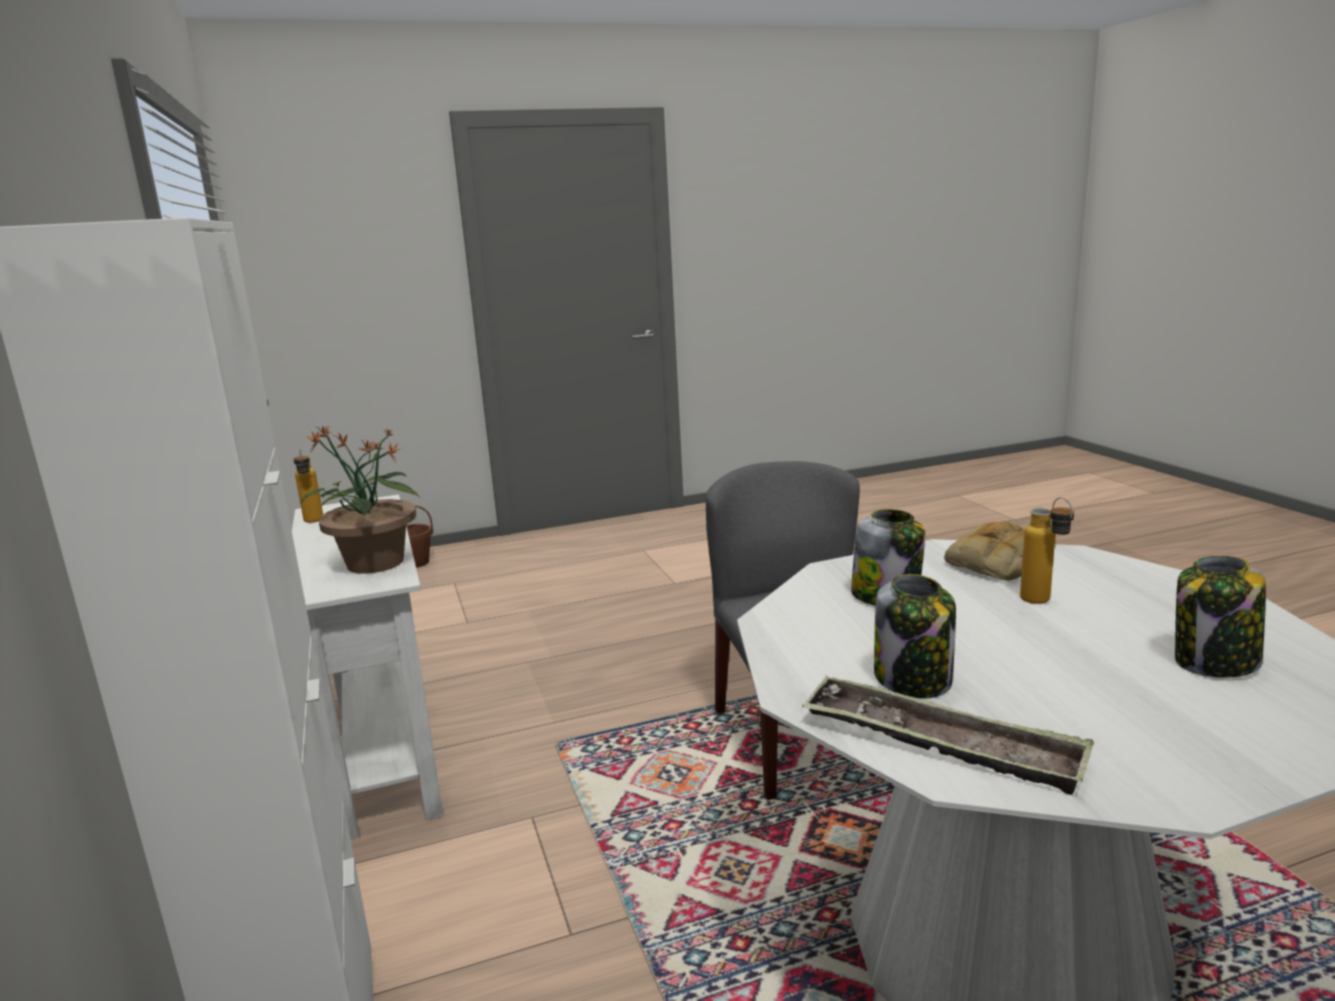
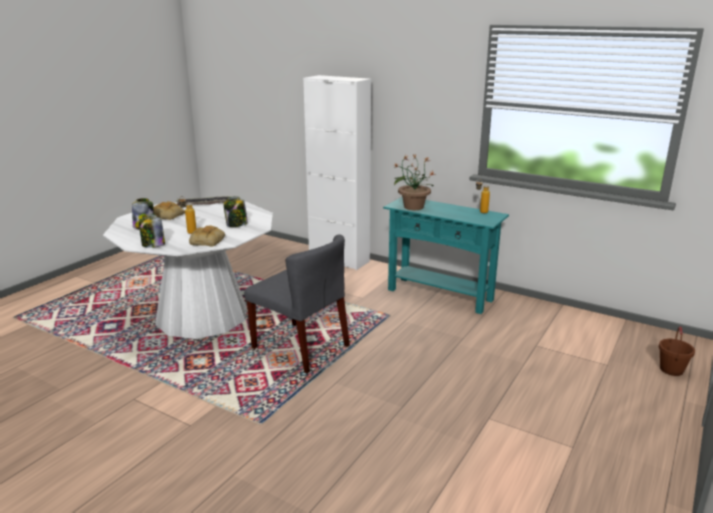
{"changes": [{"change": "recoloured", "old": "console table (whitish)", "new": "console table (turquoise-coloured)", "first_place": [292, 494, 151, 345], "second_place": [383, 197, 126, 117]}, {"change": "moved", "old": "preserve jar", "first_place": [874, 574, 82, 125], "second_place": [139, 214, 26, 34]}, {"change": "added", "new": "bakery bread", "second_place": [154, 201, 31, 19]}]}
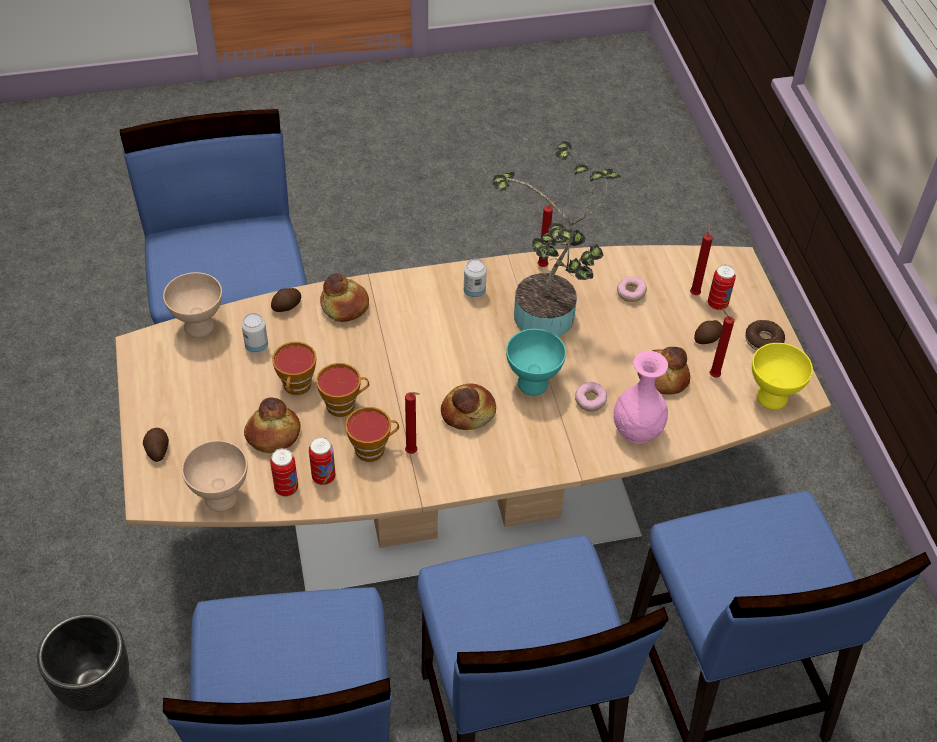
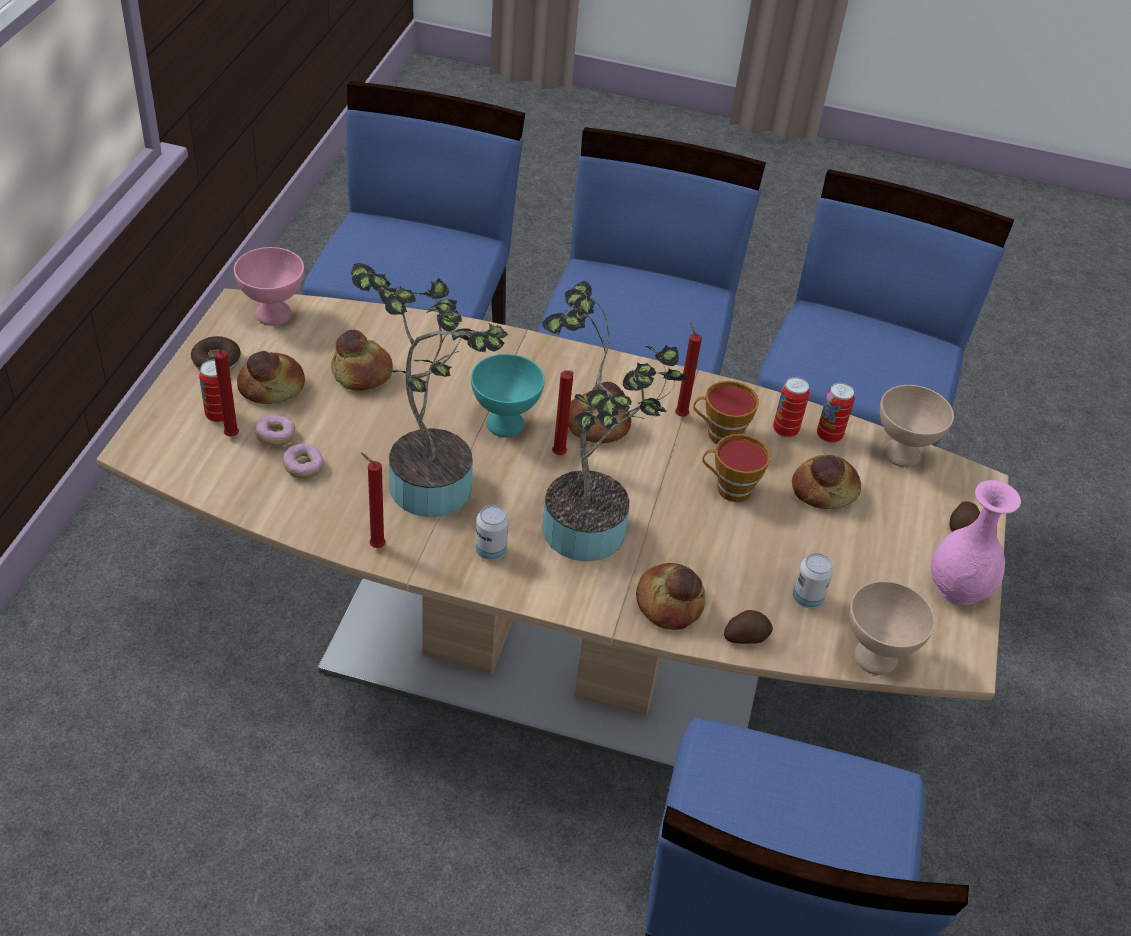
{"changes": [{"change": "moved", "old": "wax light (reddish)", "first_place": [710, 308, 24, 69], "second_place": [552, 370, 22, 85]}, {"change": "replaced", "old": "spud", "new": "bakery bread", "first_place": [694, 320, 28, 24], "second_place": [237, 351, 68, 53]}, {"change": "removed", "old": "cup", "first_place": [272, 342, 45, 53]}, {"change": "recoloured", "old": "serving bowl (yellowish)", "new": "serving bowl (pinkish)", "first_place": [752, 343, 61, 67], "second_place": [234, 247, 70, 79]}, {"change": "moved", "old": "vase (pinkish)", "first_place": [613, 351, 55, 93], "second_place": [931, 480, 90, 126]}, {"change": "moved", "old": "donut", "first_place": [575, 382, 32, 30], "second_place": [255, 415, 40, 31]}, {"change": "removed", "old": "flower pot (black)", "first_place": [37, 613, 92, 98]}, {"change": "added", "new": "houseplant", "second_place": [542, 281, 145, 281]}]}
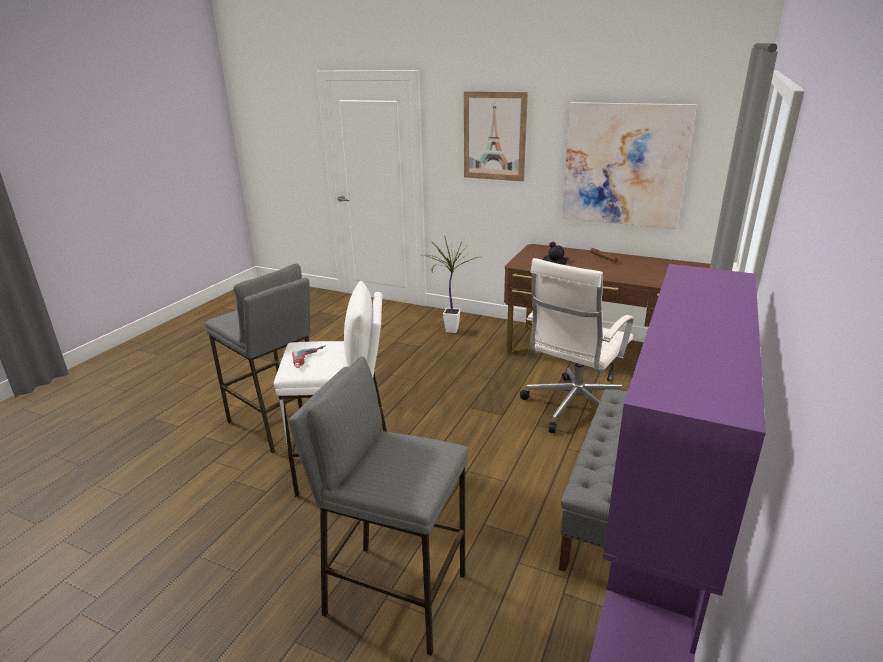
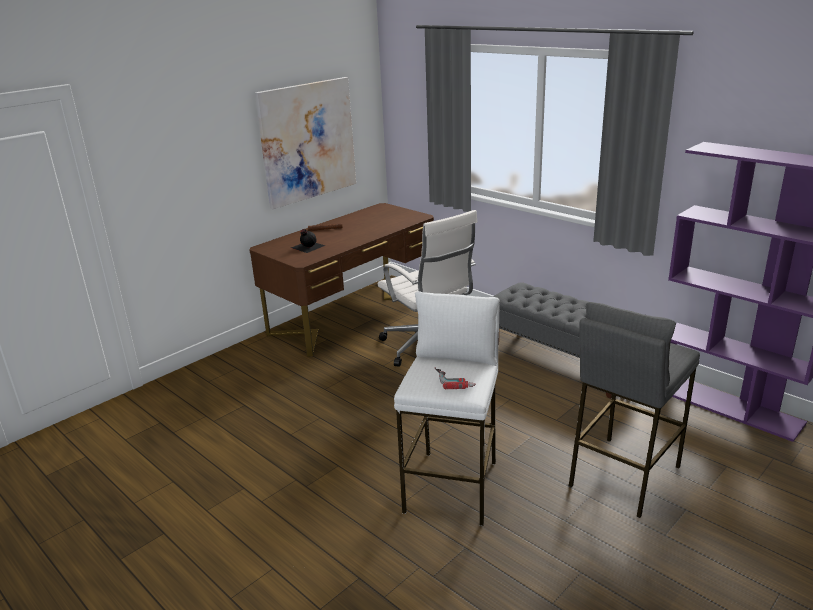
{"changes": [{"change": "removed", "old": "wall art", "first_place": [464, 91, 64, 91]}, {"change": "removed", "old": "houseplant", "first_place": [422, 235, 63, 98]}, {"change": "removed", "old": "stool seat (greyish)", "first_place": [205, 264, 105, 190]}]}
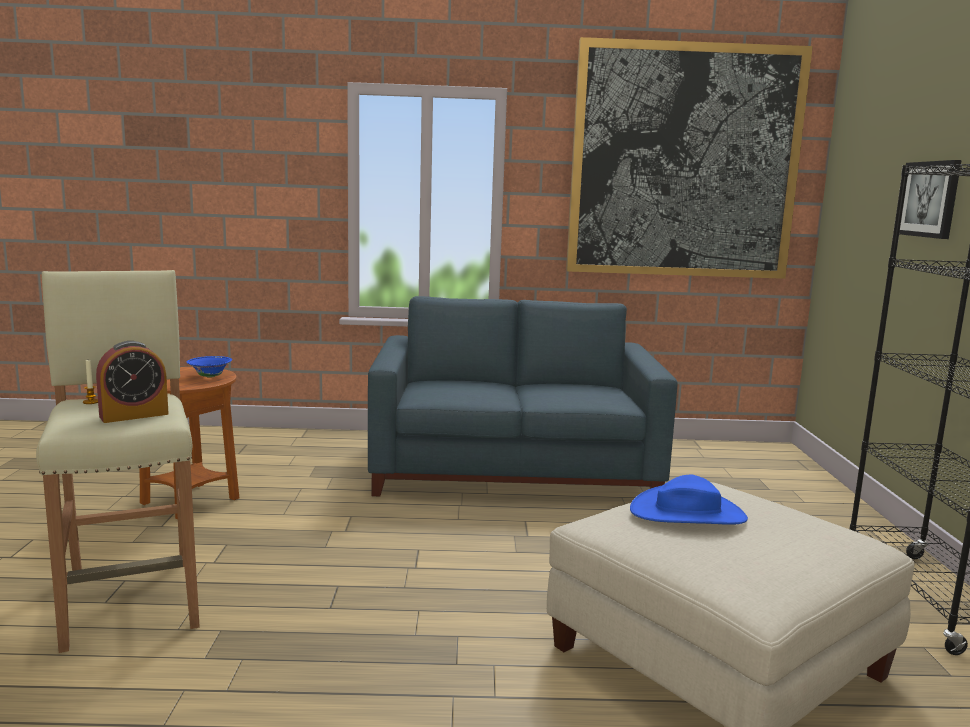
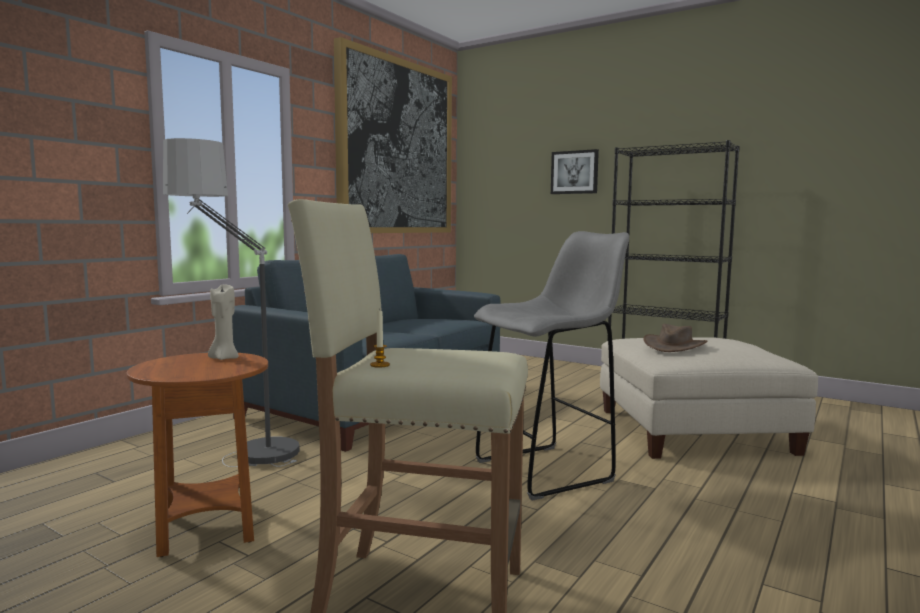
{"changes": [{"change": "removed", "old": "table clock", "first_place": [96, 341, 73, 82]}, {"change": "replaced", "old": "serving bowl (bluish)", "new": "wax light (beige)", "first_place": [187, 356, 45, 22], "second_place": [208, 285, 31, 75]}, {"change": "recoloured", "old": "hat (bluish)", "new": "hat (brown)", "first_place": [630, 475, 118, 49], "second_place": [643, 324, 65, 28]}, {"change": "added", "new": "standing lamp", "second_place": [163, 138, 137, 329]}, {"change": "added", "new": "stool seat (greyish)", "second_place": [474, 231, 155, 270]}]}
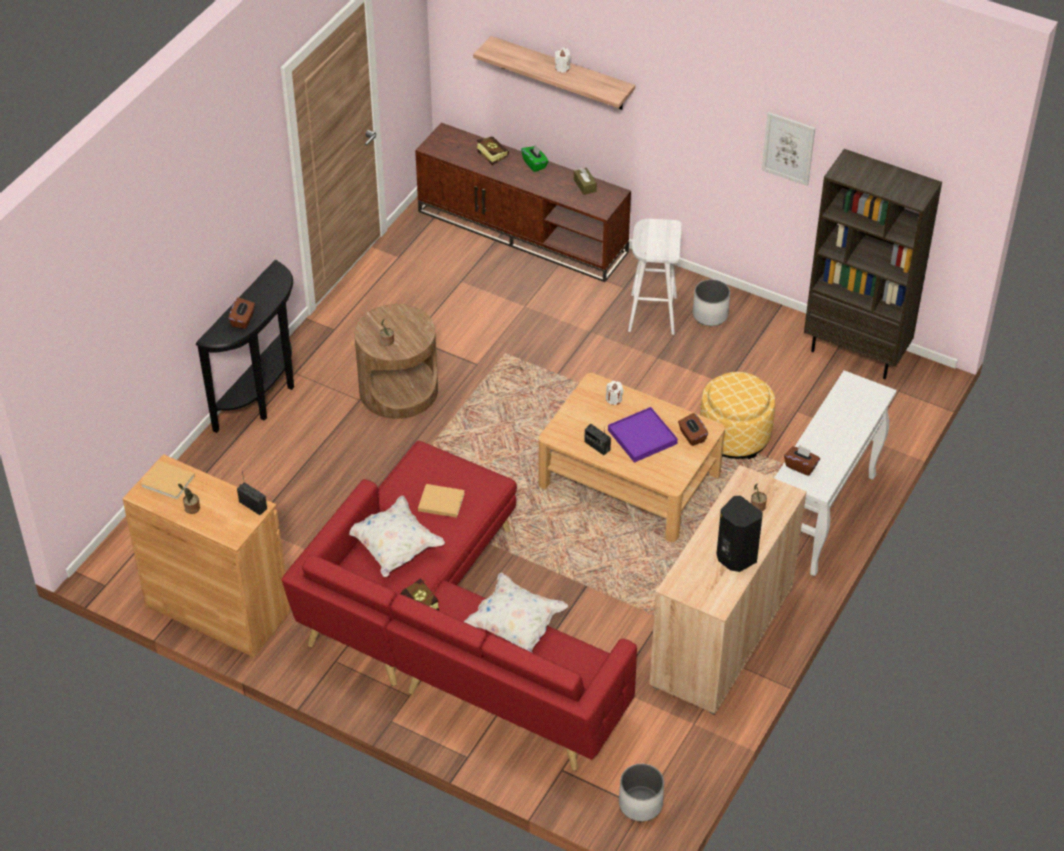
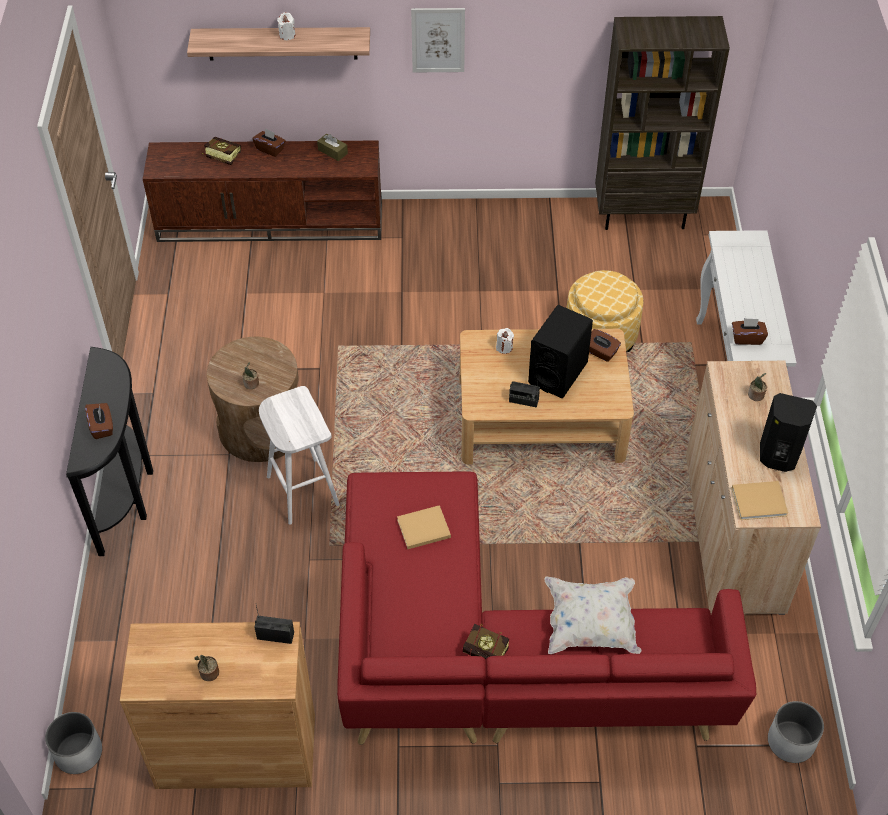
{"changes": [{"change": "moved", "old": "wall art", "first_place": [762, 112, 53, 74], "second_place": [411, 8, 54, 64]}, {"change": "recoloured", "old": "tissue box (green)", "new": "tissue box (brown)", "first_place": [521, 145, 27, 27], "second_place": [253, 128, 33, 29]}, {"change": "moved", "old": "stool seat (whitish)", "first_place": [628, 219, 54, 116], "second_place": [259, 386, 81, 139]}, {"change": "moved", "old": "flower pot (whitish)", "first_place": [693, 279, 37, 47], "second_place": [45, 712, 57, 62]}, {"change": "replaced", "old": "serving tray (purplish)", "new": "audio speaker (black)", "first_place": [608, 407, 70, 56], "second_place": [528, 305, 65, 93]}, {"change": "moved", "old": "bound book (beige)", "first_place": [141, 460, 54, 40], "second_place": [732, 481, 56, 39]}, {"change": "removed", "old": "pillow (whitish)", "first_place": [349, 496, 96, 81]}]}
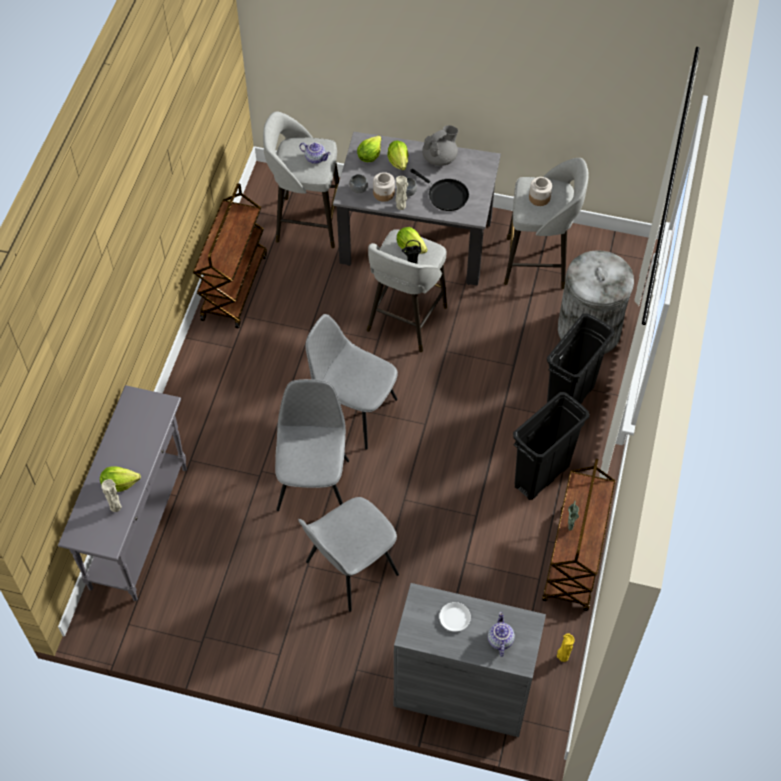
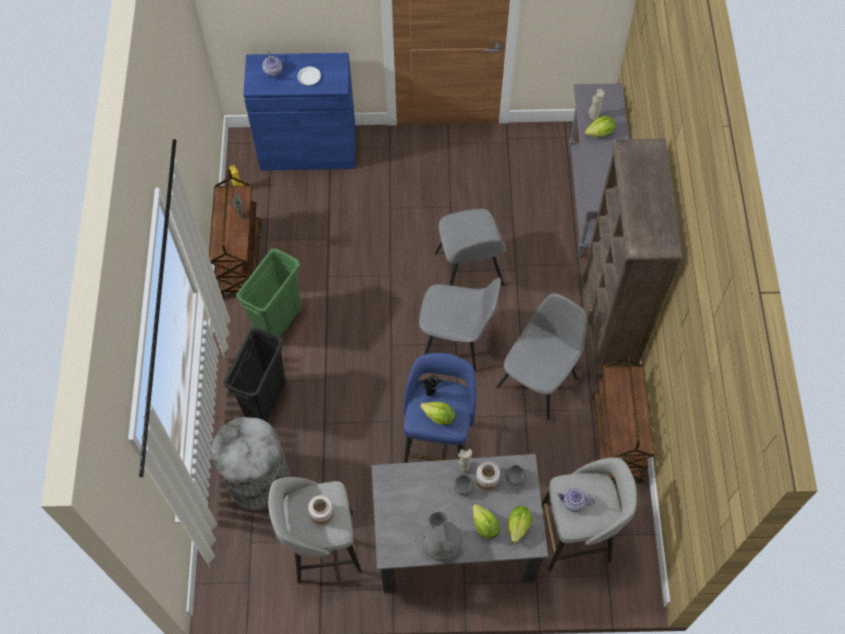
{"changes": [{"change": "turned", "old": "teapot (greyish)", "first_place": [422, 125, 36, 41], "second_place": [422, 512, 40, 49], "degrees": 135}, {"change": "removed", "old": "skillet (black)", "first_place": [410, 169, 59, 42]}, {"change": "recoloured", "old": "stool seat (greyish)", "new": "stool seat (bluish)", "first_place": [367, 229, 80, 123], "second_place": [403, 353, 74, 110]}, {"change": "recoloured", "old": "waste bin (black)", "new": "waste bin (green)", "first_place": [513, 392, 76, 108], "second_place": [236, 248, 65, 88]}, {"change": "moved", "old": "upright chair (greyish)", "first_place": [298, 497, 101, 115], "second_place": [497, 293, 90, 127]}, {"change": "recoloured", "old": "cupboard (greyish)", "new": "cupboard (bluish)", "first_place": [394, 583, 152, 154], "second_place": [243, 53, 113, 118]}, {"change": "added", "new": "bookcase (brown)", "second_place": [581, 139, 101, 241]}]}
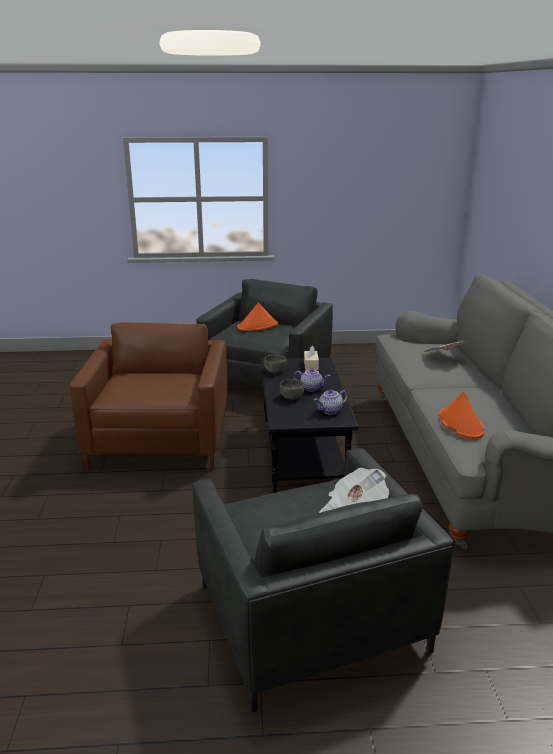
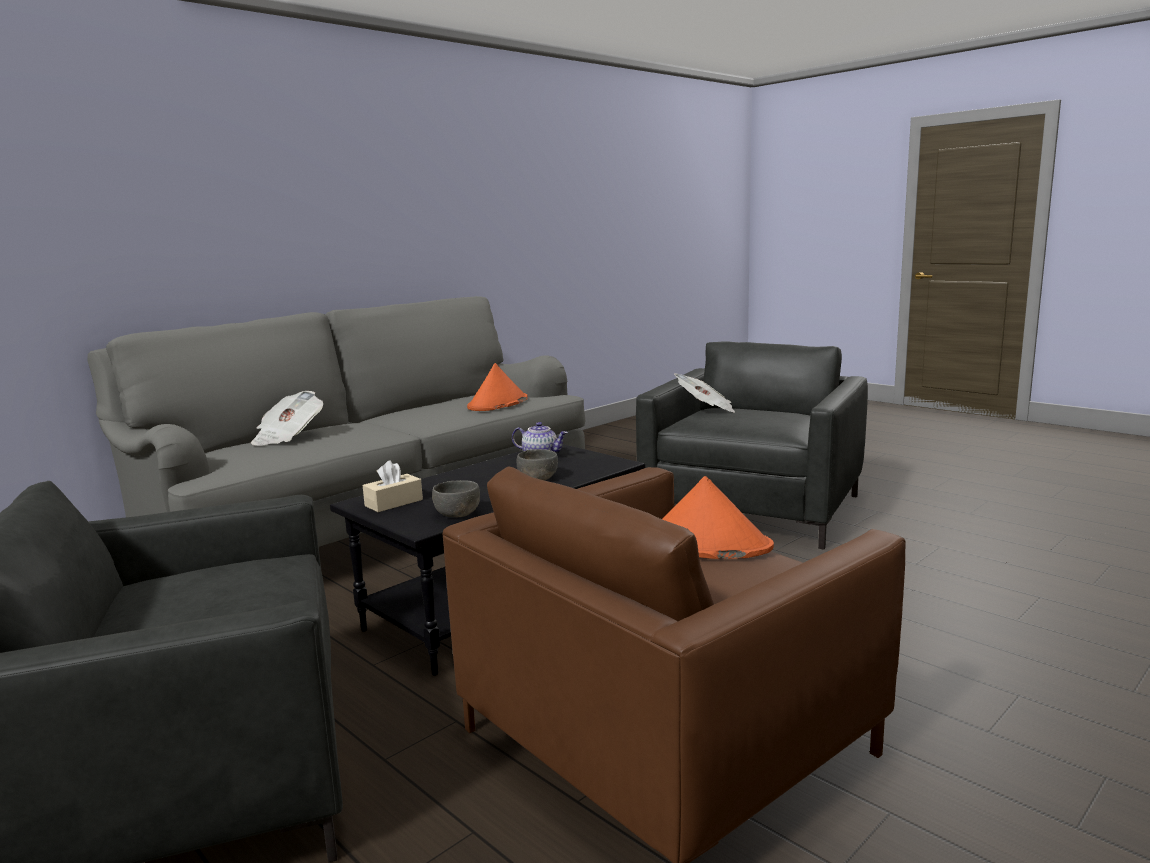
{"changes": [{"change": "moved", "old": "hat (orange)", "first_place": [237, 303, 41, 28], "second_place": [662, 476, 112, 83]}, {"change": "removed", "old": "teapot", "first_place": [294, 368, 36, 24]}]}
